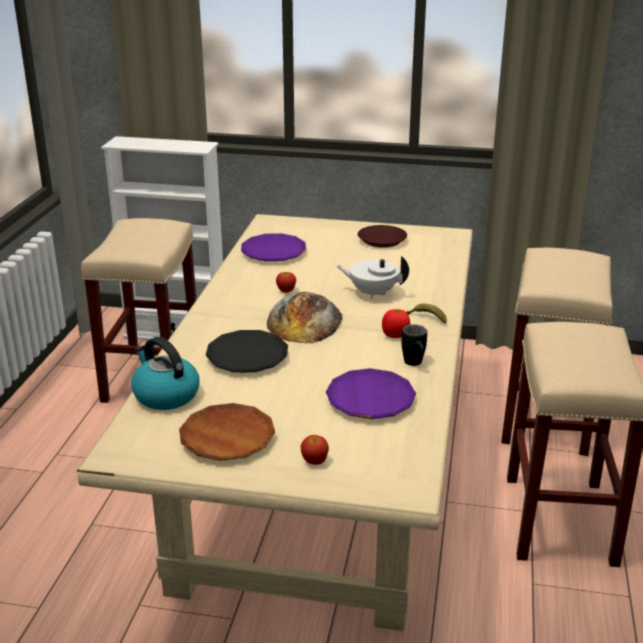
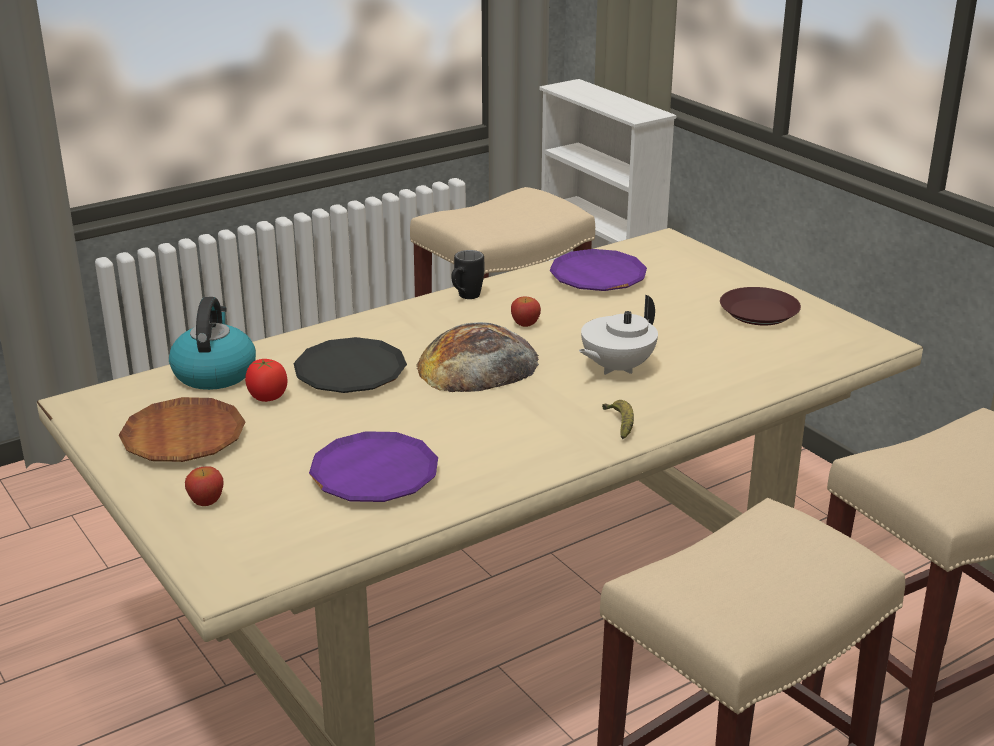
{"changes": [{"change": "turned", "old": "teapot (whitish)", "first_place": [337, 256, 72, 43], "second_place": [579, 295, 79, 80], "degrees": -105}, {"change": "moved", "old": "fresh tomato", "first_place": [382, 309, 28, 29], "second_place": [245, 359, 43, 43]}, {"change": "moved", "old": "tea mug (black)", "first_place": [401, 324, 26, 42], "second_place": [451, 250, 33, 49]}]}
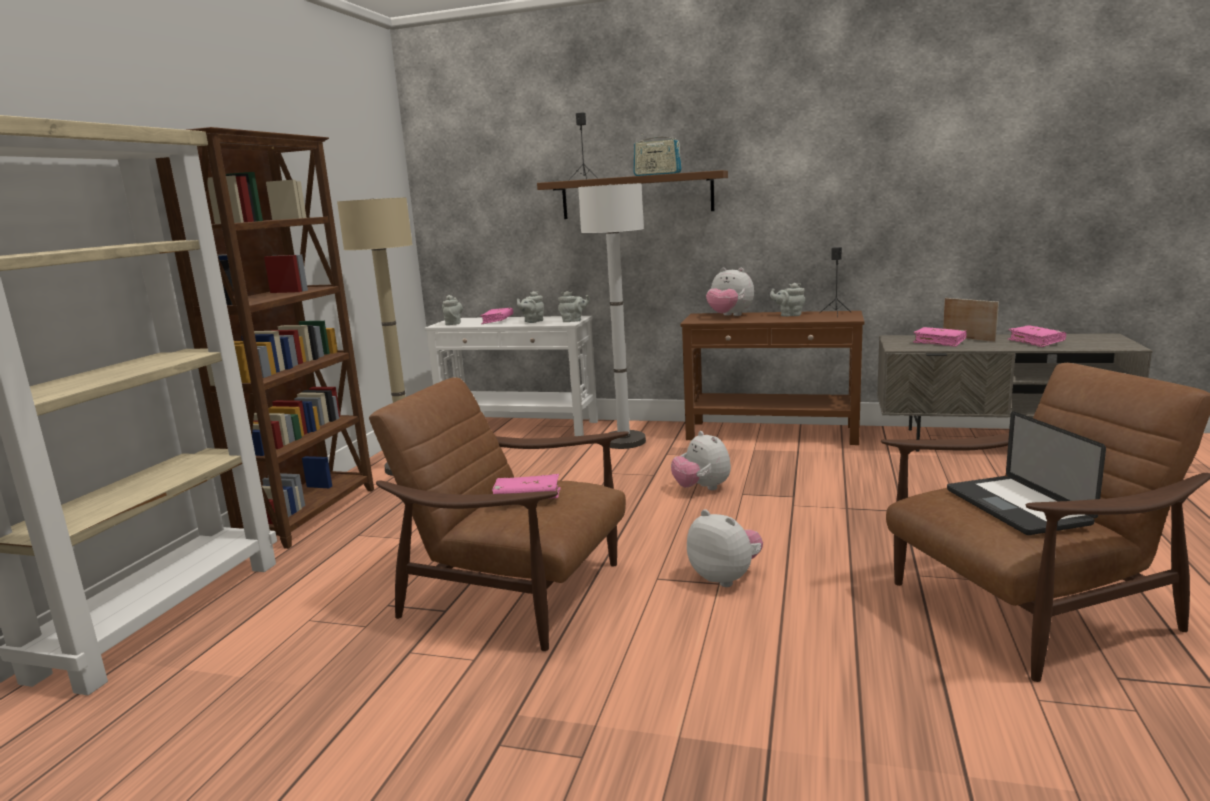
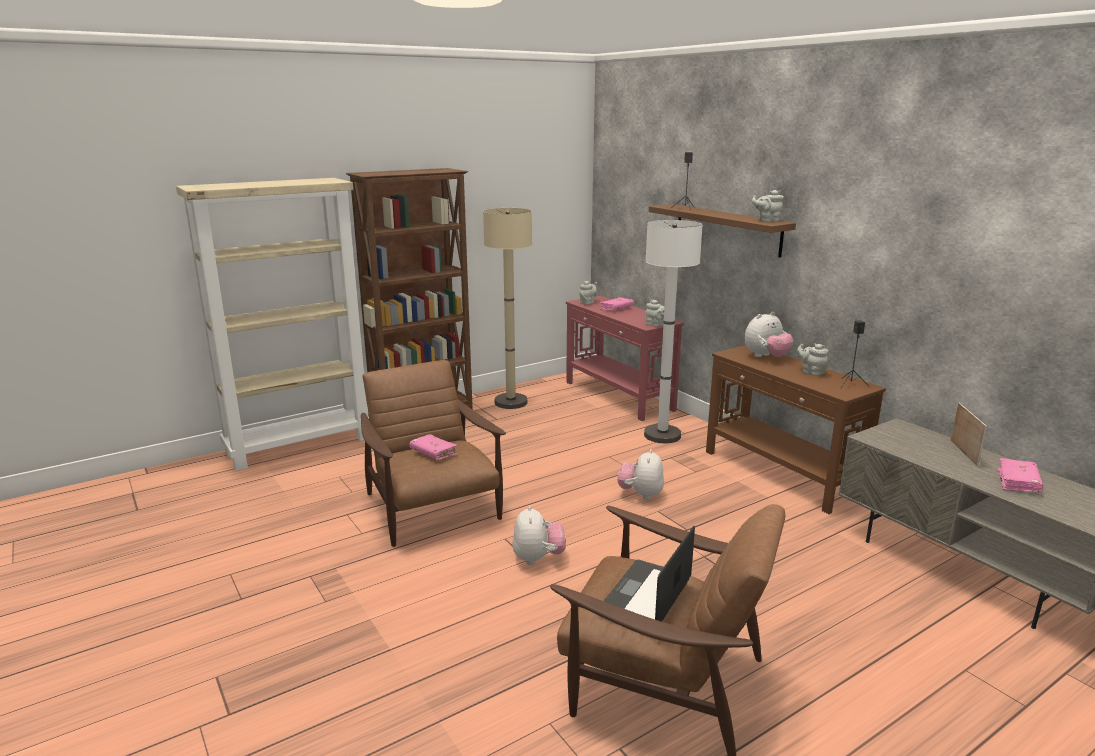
{"changes": [{"change": "removed", "old": "radio set", "first_place": [634, 134, 48, 42]}, {"change": "turned", "old": "cuddly toy", "first_place": [706, 268, 48, 48], "second_place": [744, 312, 50, 45], "degrees": -105}, {"change": "moved", "old": "teapot (greyish)", "first_place": [517, 291, 27, 32], "second_place": [752, 190, 32, 32]}, {"change": "recoloured", "old": "console table (whitish)", "new": "console table (reddish)", "first_place": [425, 316, 173, 120], "second_place": [566, 296, 118, 125]}, {"change": "removed", "old": "bound book (pinkish)", "first_place": [913, 327, 54, 20]}]}
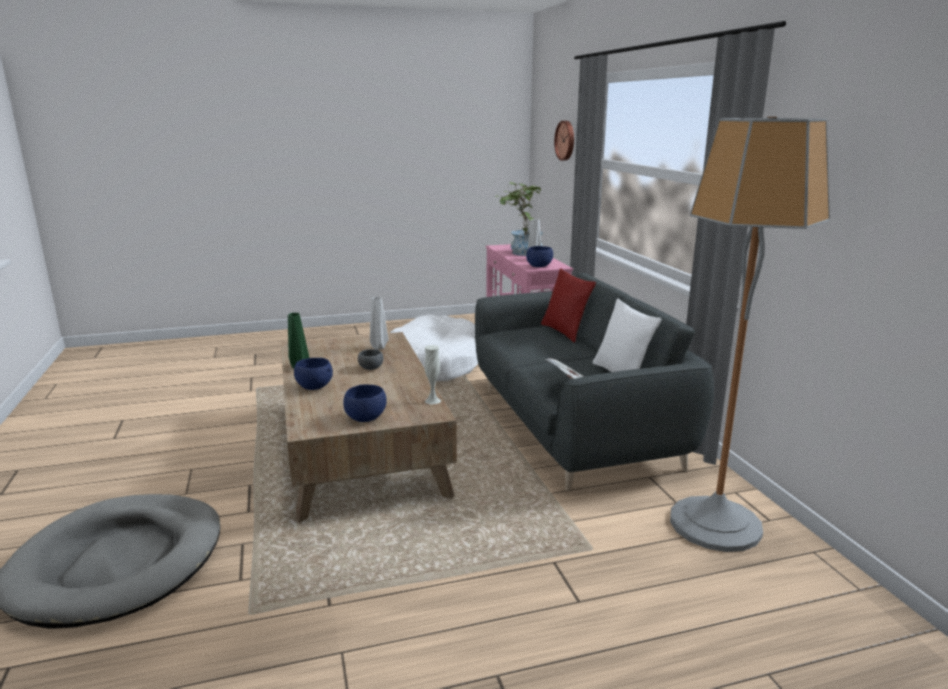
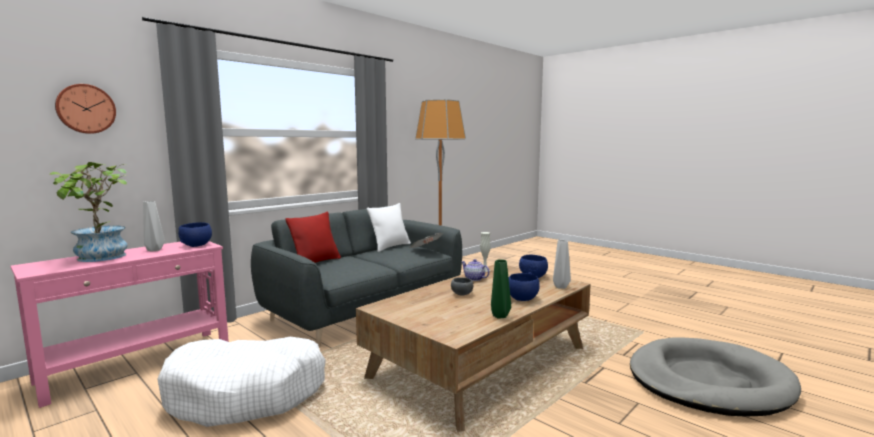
{"changes": [{"change": "moved", "old": "vase (greyish)", "first_place": [370, 297, 18, 53], "second_place": [553, 240, 18, 49]}, {"change": "added", "new": "teapot", "second_place": [461, 259, 29, 22]}]}
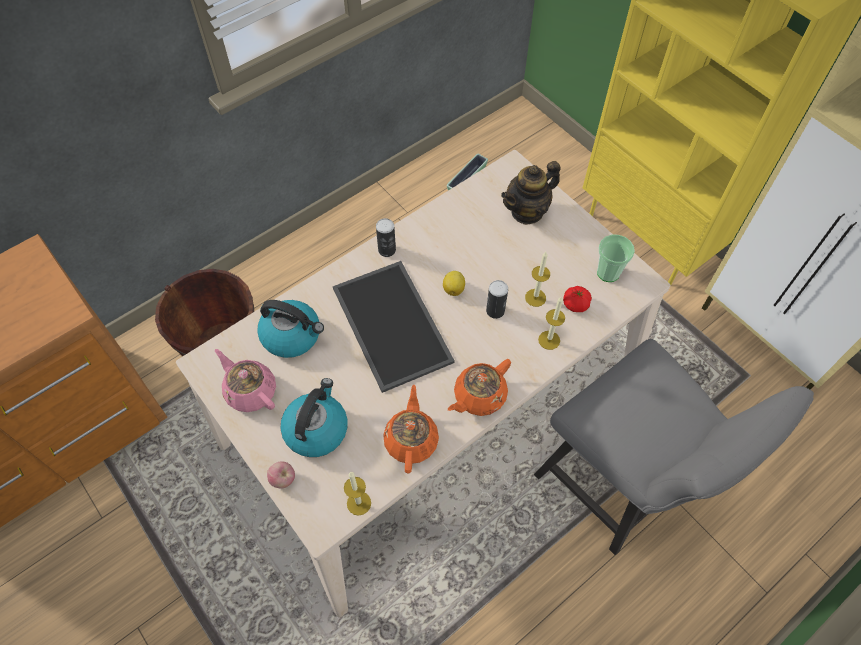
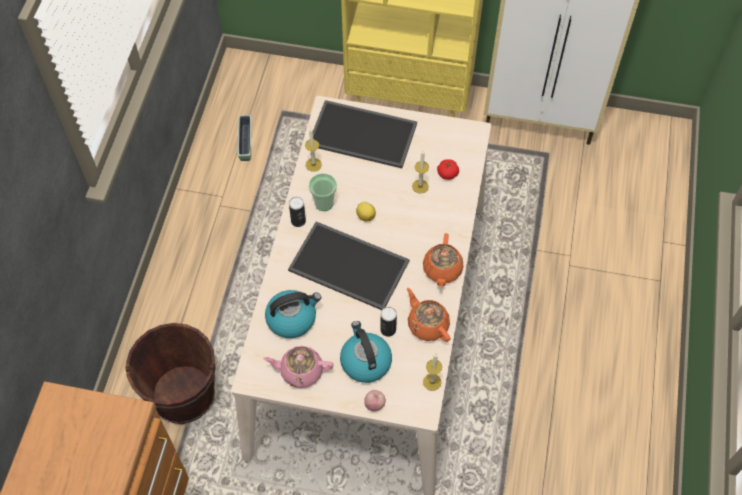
{"changes": [{"change": "replaced", "old": "teapot", "new": "serving tray", "first_place": [501, 161, 60, 64], "second_place": [309, 100, 108, 68]}, {"change": "moved", "old": "cup", "first_place": [597, 235, 38, 47], "second_place": [309, 173, 28, 38]}, {"change": "moved", "old": "sealed can", "first_place": [486, 280, 22, 39], "second_place": [380, 307, 17, 30]}, {"change": "moved", "old": "wax light", "first_place": [538, 297, 27, 53], "second_place": [305, 128, 17, 44]}, {"change": "removed", "old": "upright chair (greyish)", "first_place": [534, 339, 280, 216]}]}
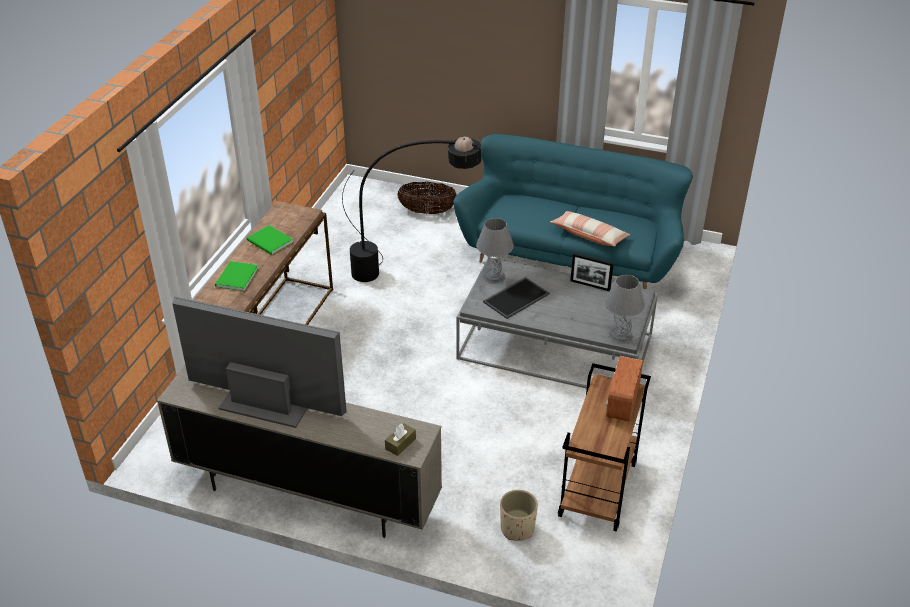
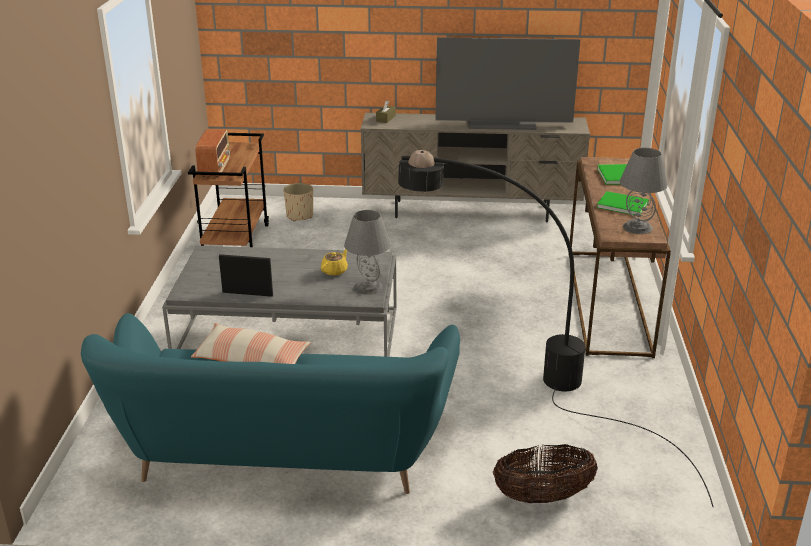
{"changes": [{"change": "moved", "old": "table lamp (greyish)", "first_place": [604, 275, 41, 69], "second_place": [619, 148, 49, 86]}, {"change": "replaced", "old": "serving tray", "new": "teapot (yellowish)", "first_place": [483, 277, 67, 42], "second_place": [321, 249, 27, 27]}]}
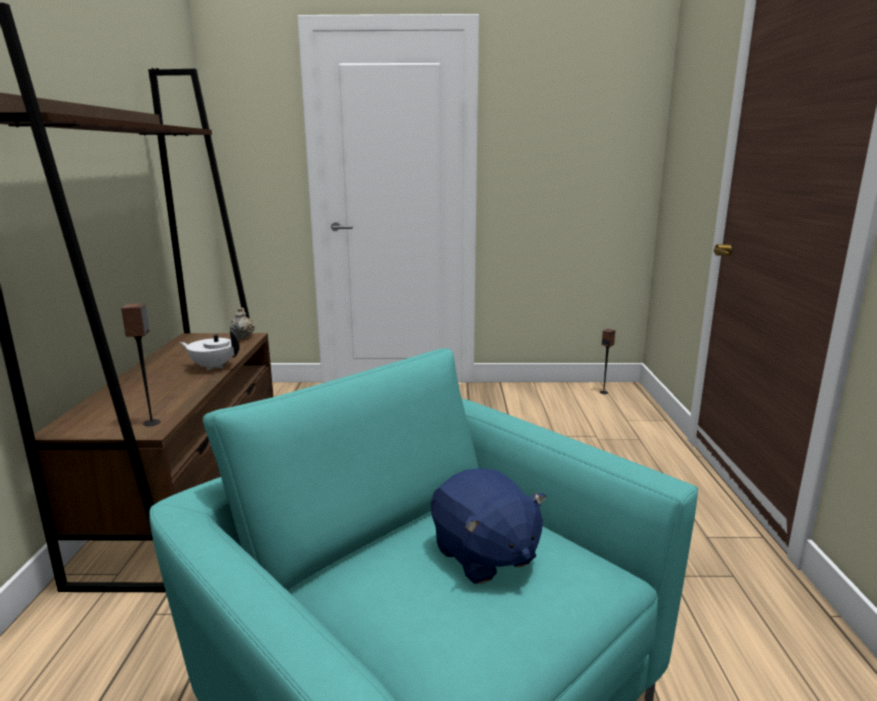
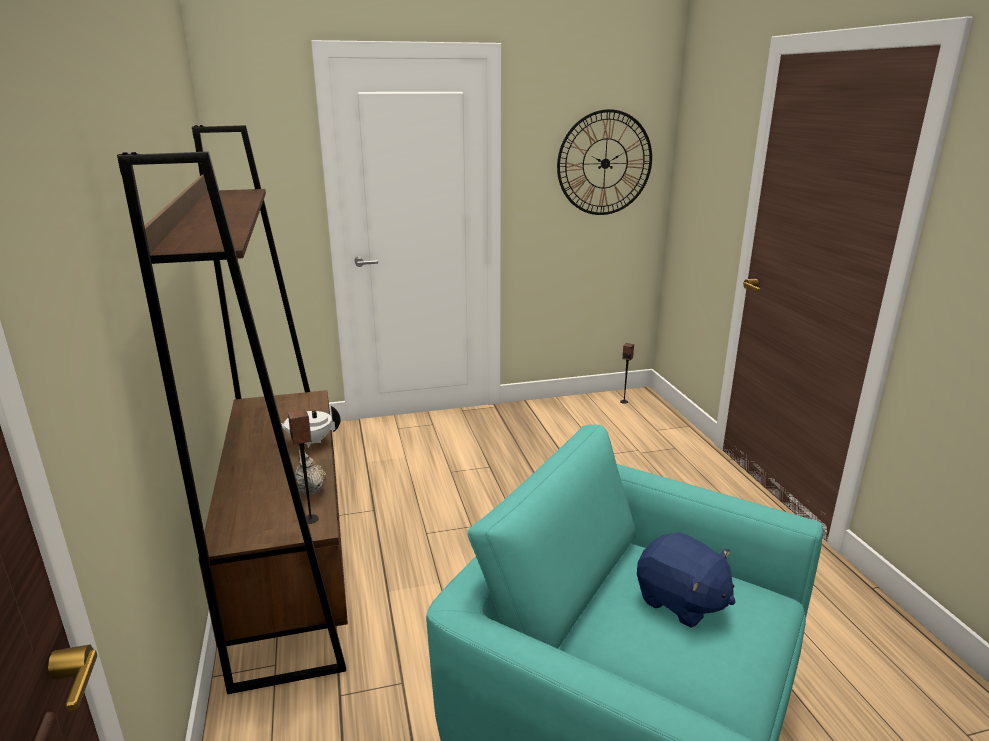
{"changes": [{"change": "moved", "old": "teapot (beige)", "first_place": [230, 307, 25, 32], "second_place": [295, 449, 31, 46]}, {"change": "added", "new": "clock on the wall", "second_place": [557, 109, 95, 106]}]}
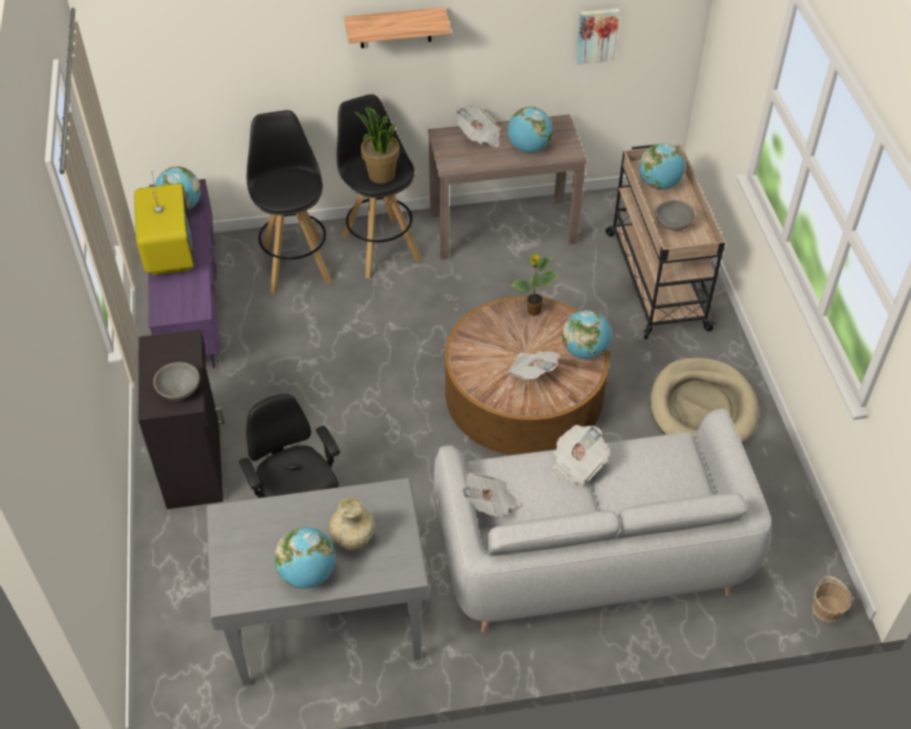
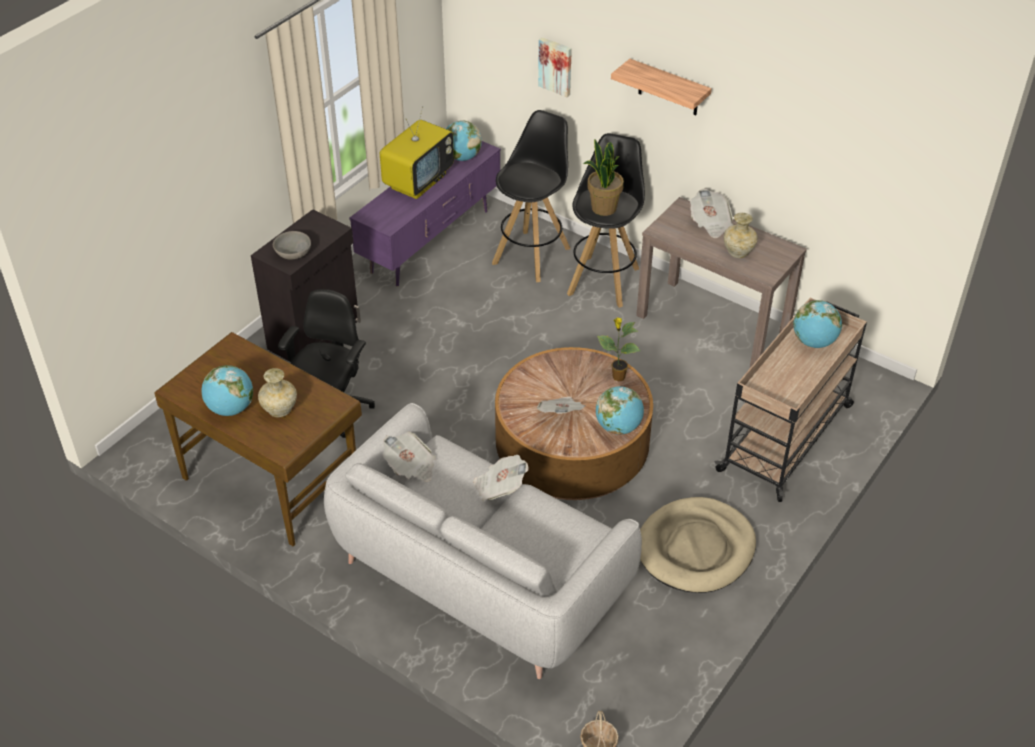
{"changes": [{"change": "moved", "old": "wall art", "first_place": [576, 8, 44, 57], "second_place": [538, 37, 34, 60]}, {"change": "replaced", "old": "globe", "new": "vase (beige)", "first_place": [507, 107, 45, 46], "second_place": [724, 213, 34, 45]}, {"change": "removed", "old": "serving bowl (greyish)", "first_place": [655, 200, 40, 31]}, {"change": "recoloured", "old": "desk table (greyish)", "new": "desk table (brown)", "first_place": [206, 478, 224, 208], "second_place": [154, 332, 208, 214]}]}
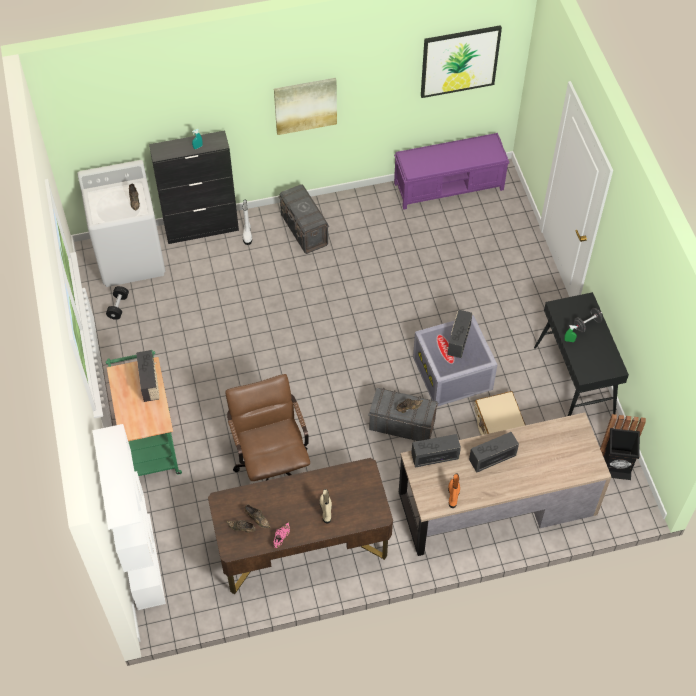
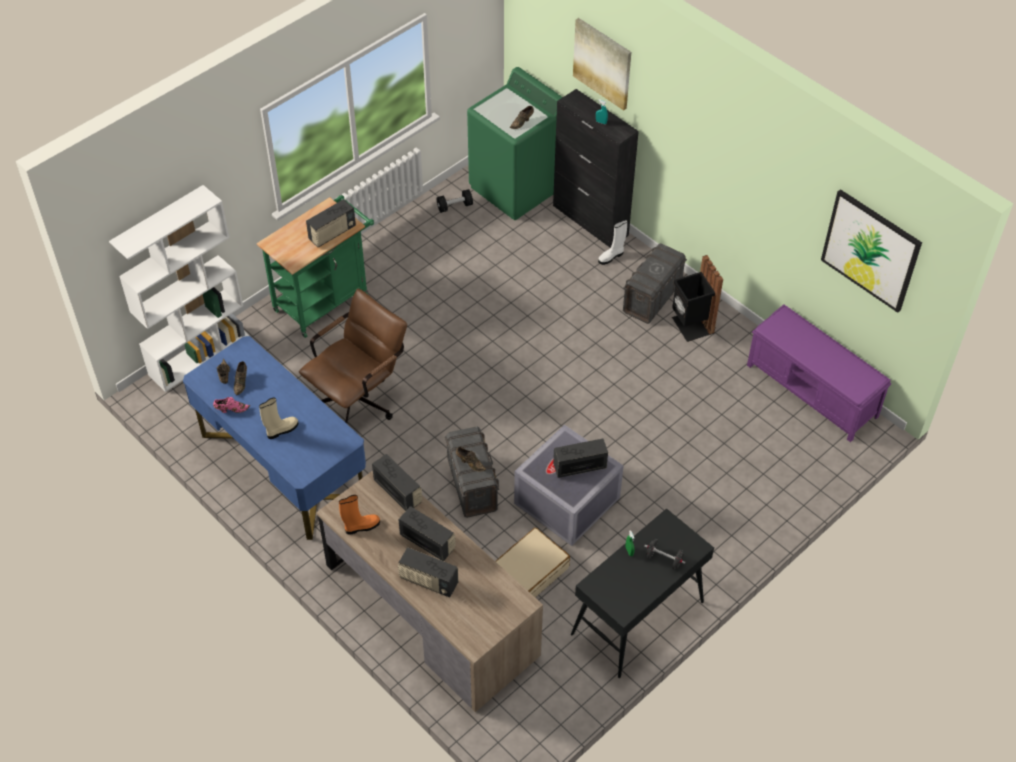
{"changes": [{"change": "moved", "old": "wall art", "first_place": [274, 78, 63, 57], "second_place": [573, 18, 58, 93]}, {"change": "recoloured", "old": "washing machine (whitish)", "new": "washing machine (green)", "first_place": [77, 160, 88, 127], "second_place": [467, 67, 96, 153]}, {"change": "moved", "old": "waste bin (black)", "first_place": [600, 414, 46, 66], "second_place": [672, 255, 51, 87]}, {"change": "recoloured", "old": "desk table (brown)", "new": "desk table (bluish)", "first_place": [208, 458, 185, 136], "second_place": [183, 336, 183, 204]}, {"change": "added", "new": "radio set", "second_place": [398, 547, 60, 50]}]}
